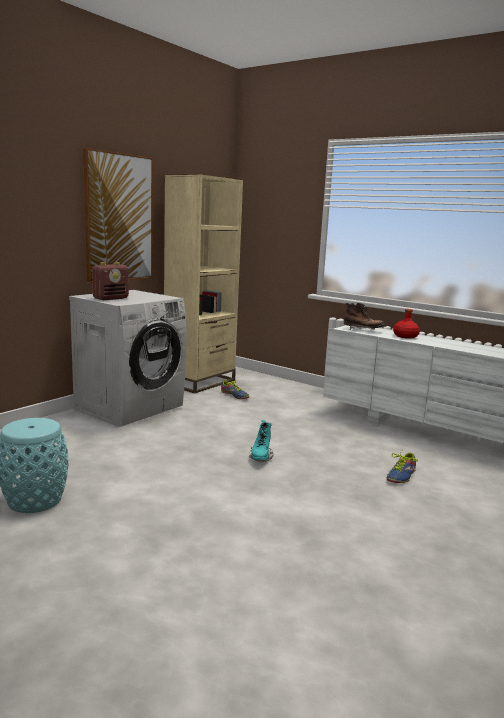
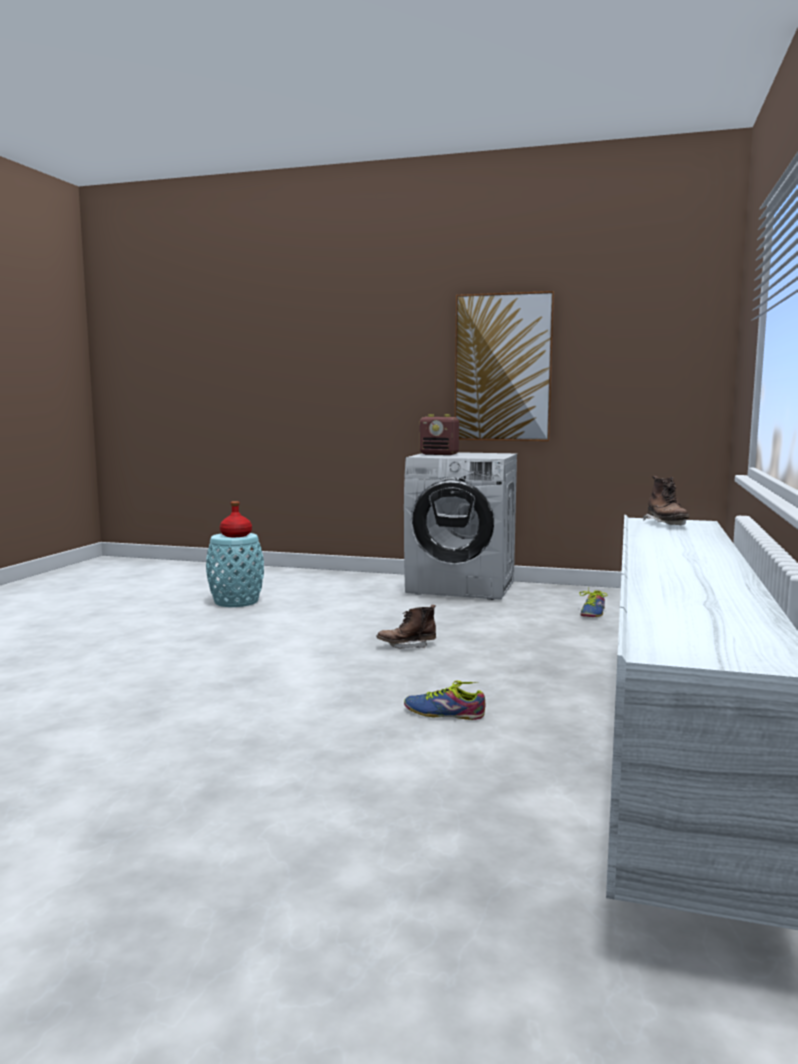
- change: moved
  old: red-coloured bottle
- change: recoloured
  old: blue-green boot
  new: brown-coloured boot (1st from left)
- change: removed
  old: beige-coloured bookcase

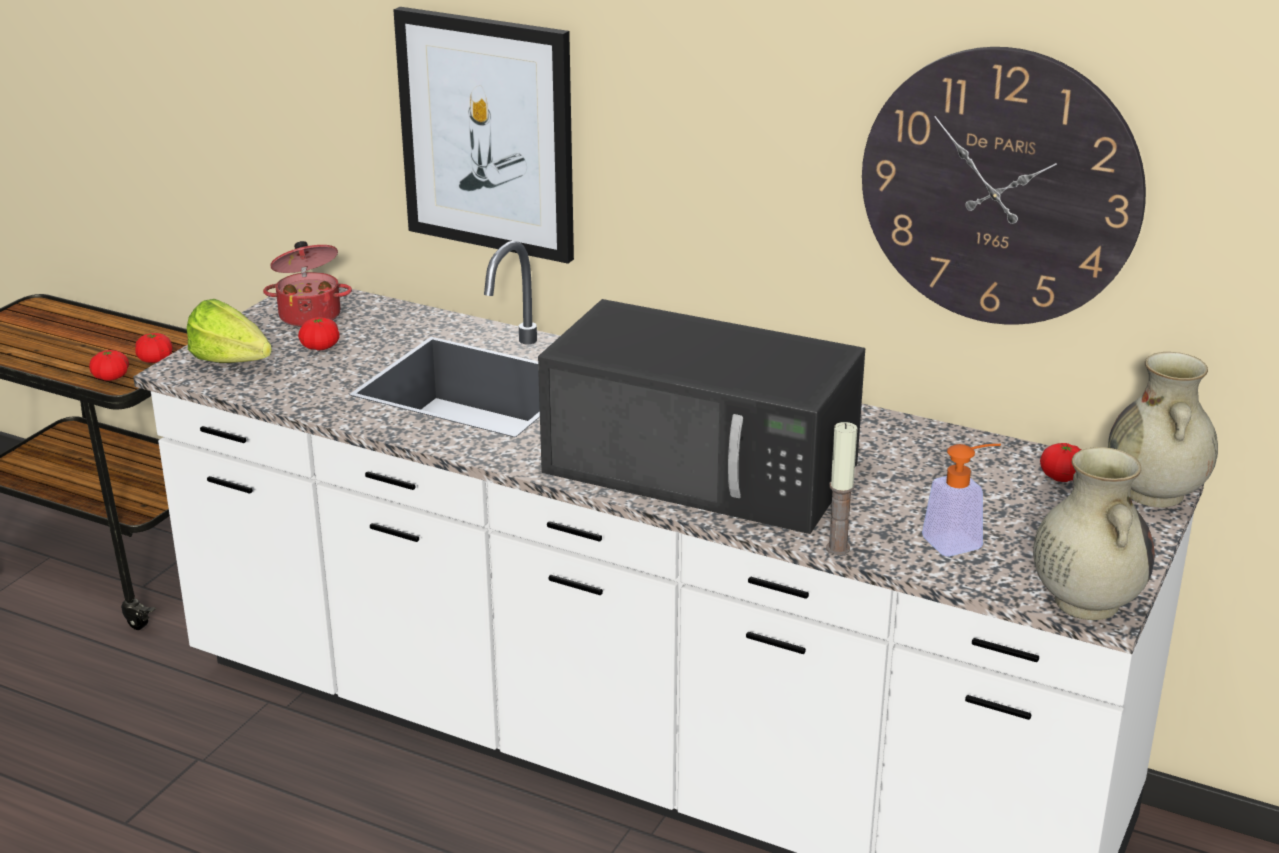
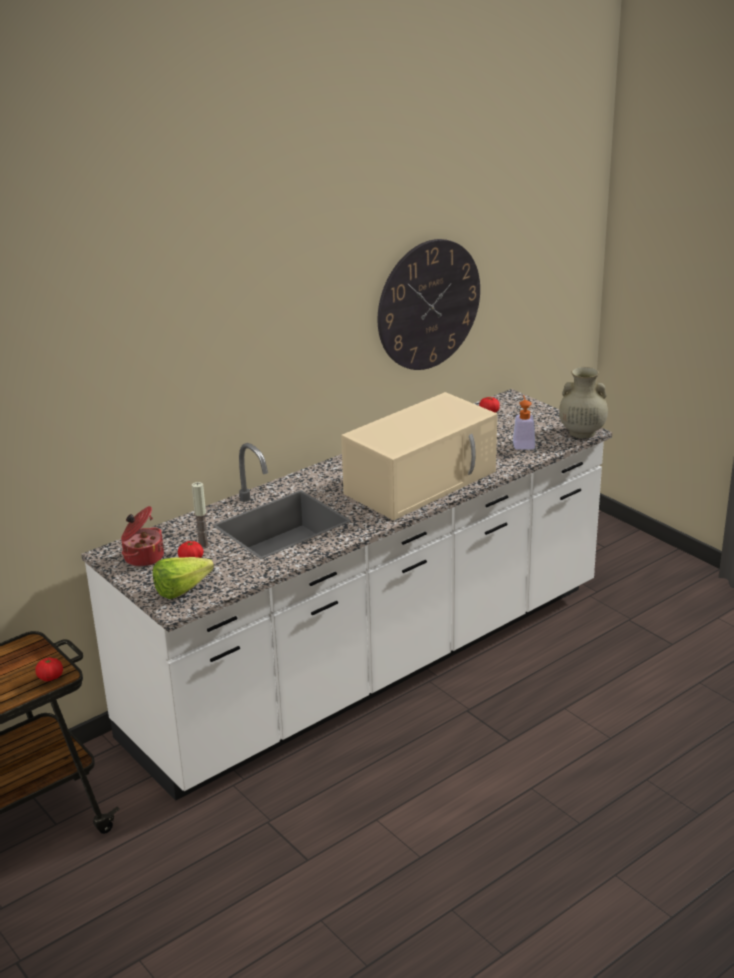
- change: moved
  old: wax light
- change: recoloured
  old: black-coloured microwave oven
  new: beige-coloured microwave oven
- change: removed
  old: fresh tomato (2nd from left)
- change: removed
  old: wall art
- change: removed
  old: beige-coloured decorative vase (2nd from left)

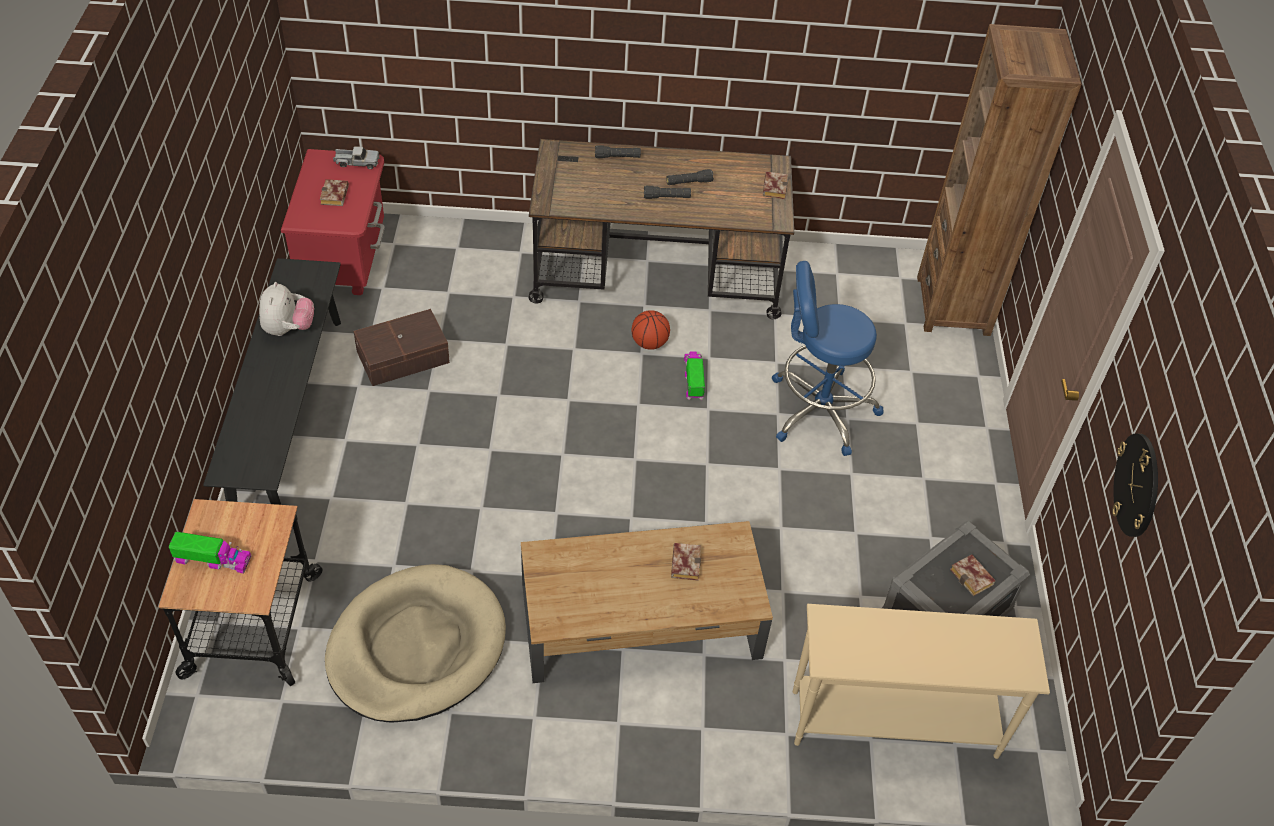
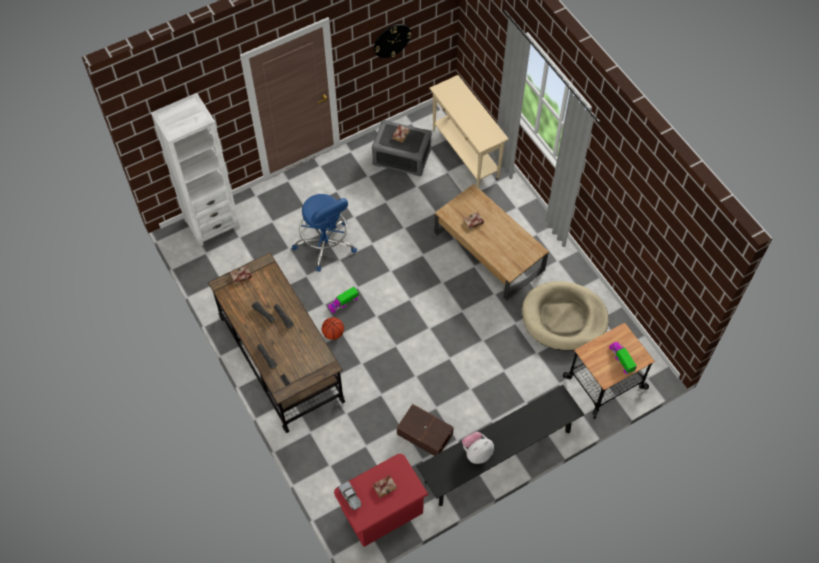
- change: recoloured
  old: brown-coloured bookcase
  new: white bookcase

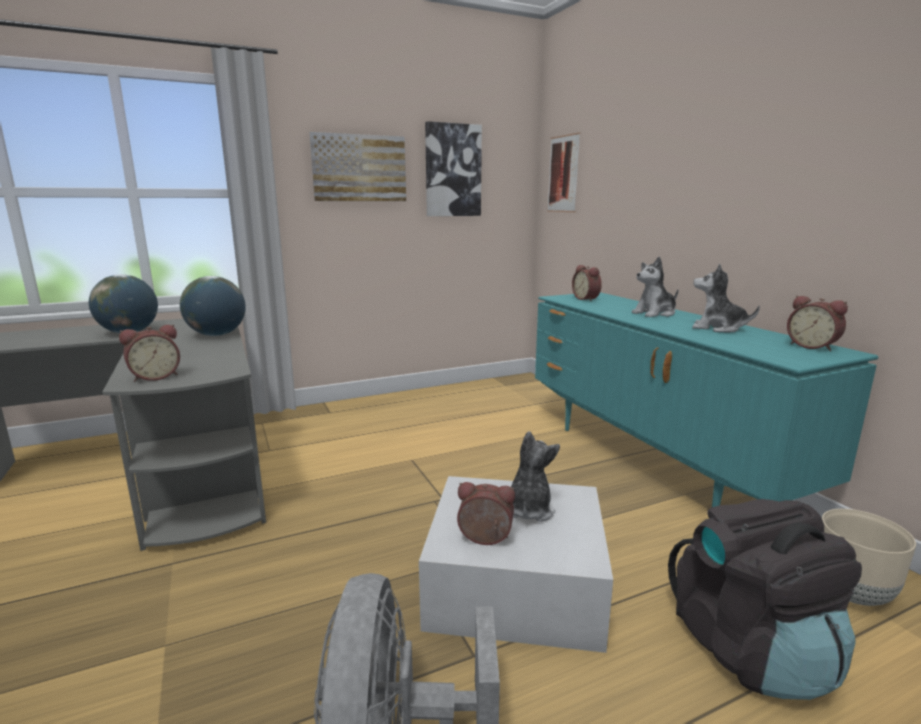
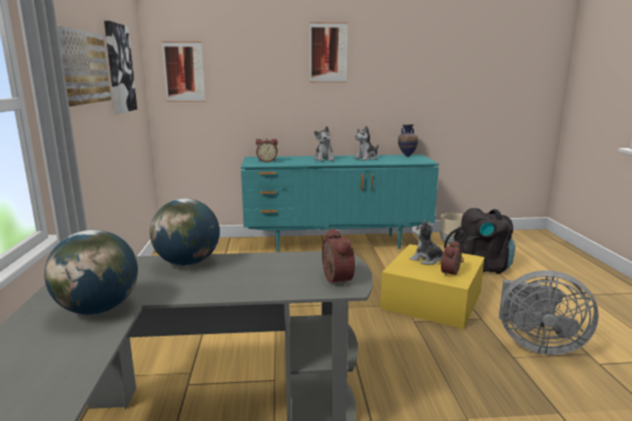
- change: added
  new: wall art (4th from left)
- change: recoloured
  old: white storage box
  new: yellowish storage box
- change: replaced
  old: alarm clock (4th from left)
  new: decorative vase

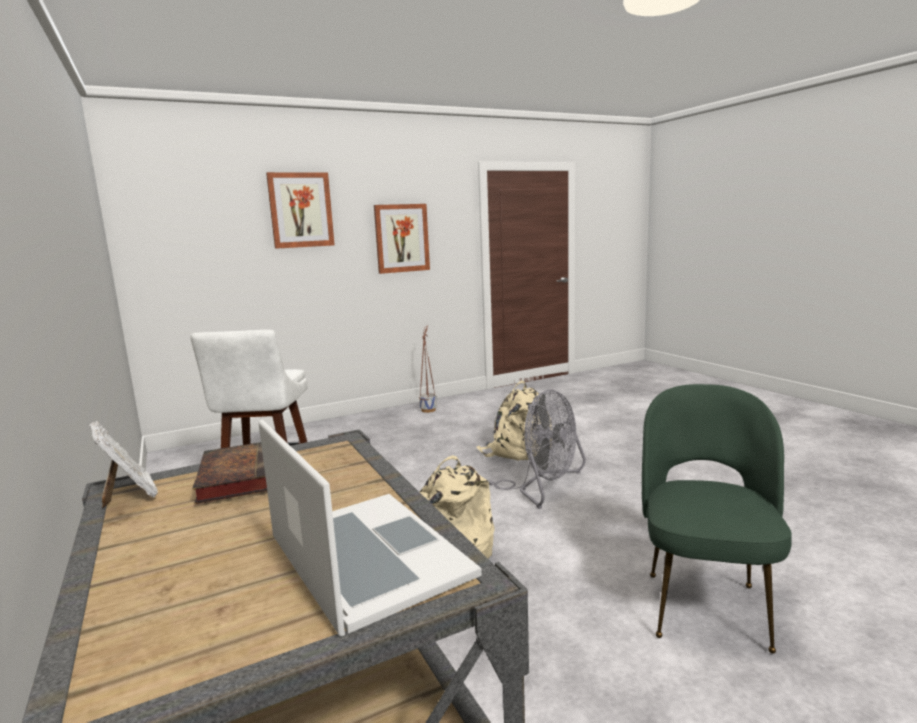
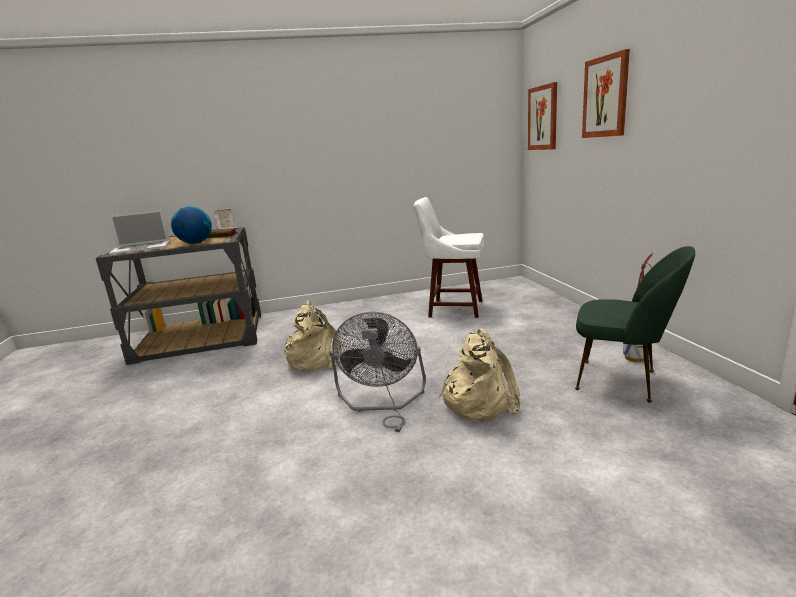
- change: added
  new: desk globe
- change: turned
  old: gray cooling fan
  degrees: 135
- change: moved
  old: wall art (2nd from left in the first image)
  new: wall art (1st from left)
- change: moved
  old: green plain chair

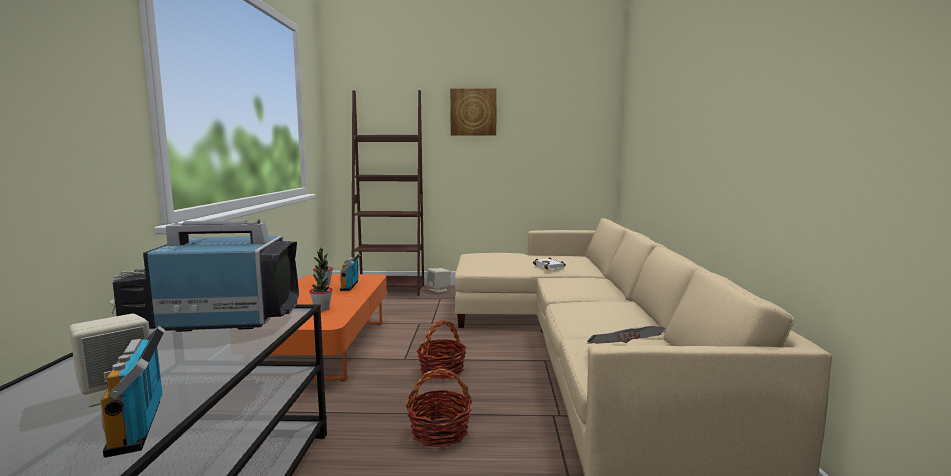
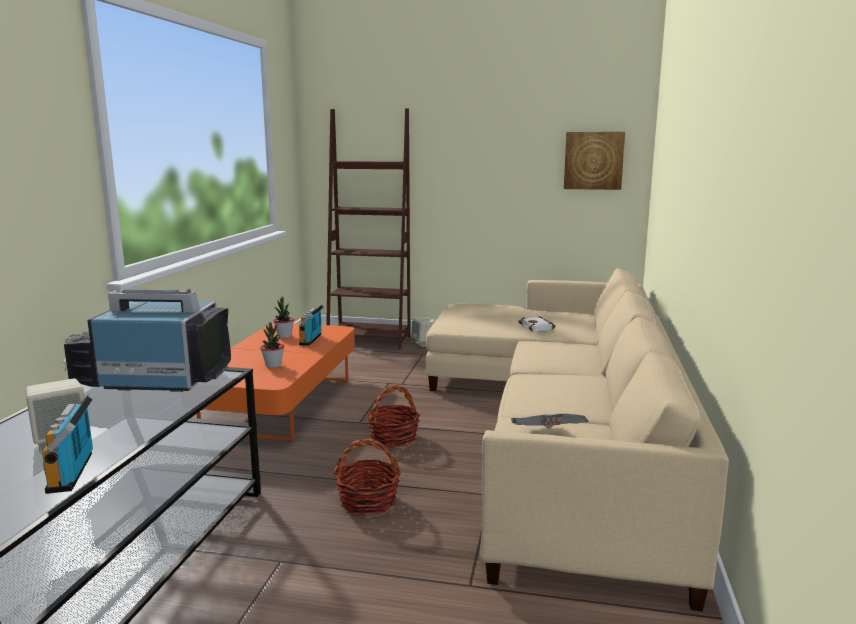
- change: moved
  old: wall art

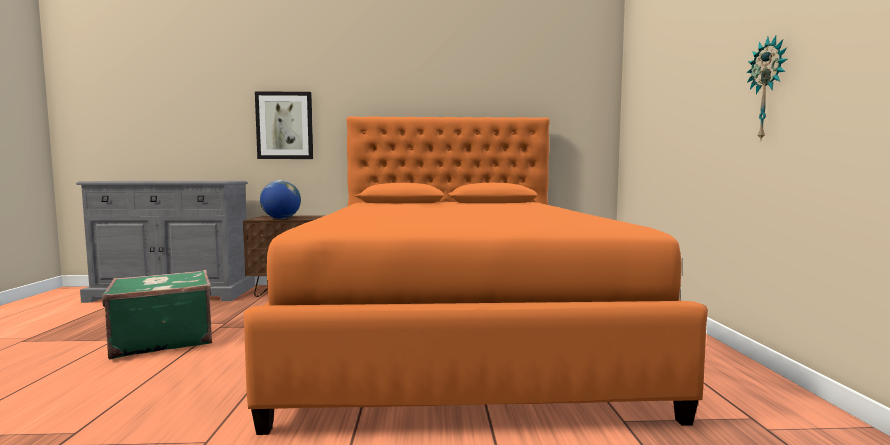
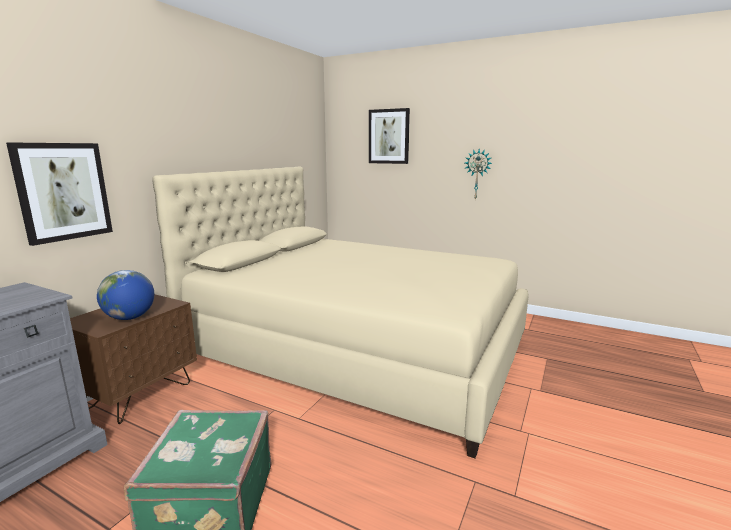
- change: recoloured
  old: orange-coloured sleeping bed
  new: beige-coloured sleeping bed
- change: added
  new: wall art (2nd from left)

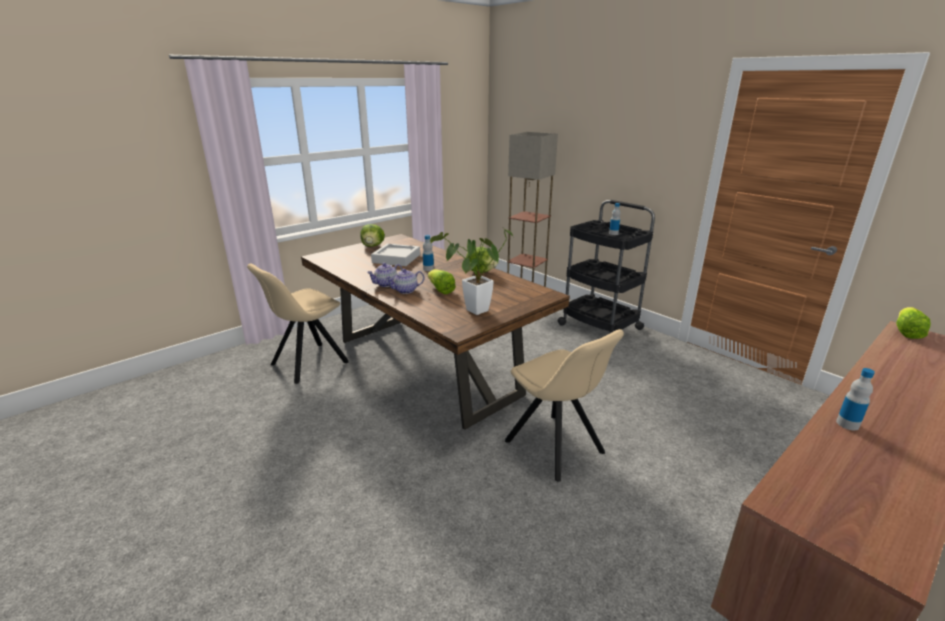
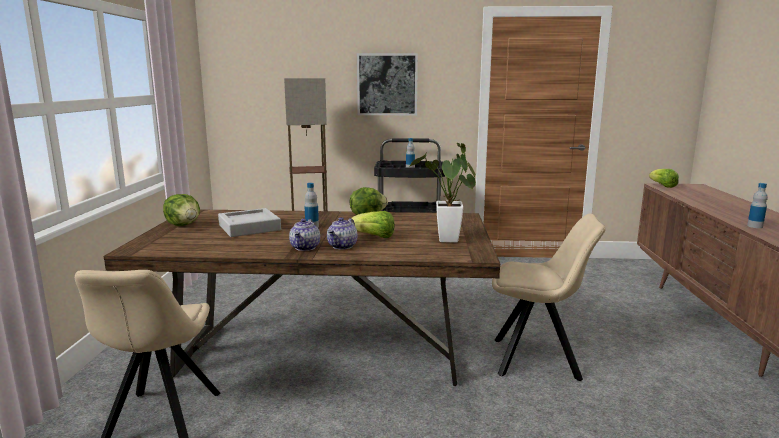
- change: added
  new: wall art

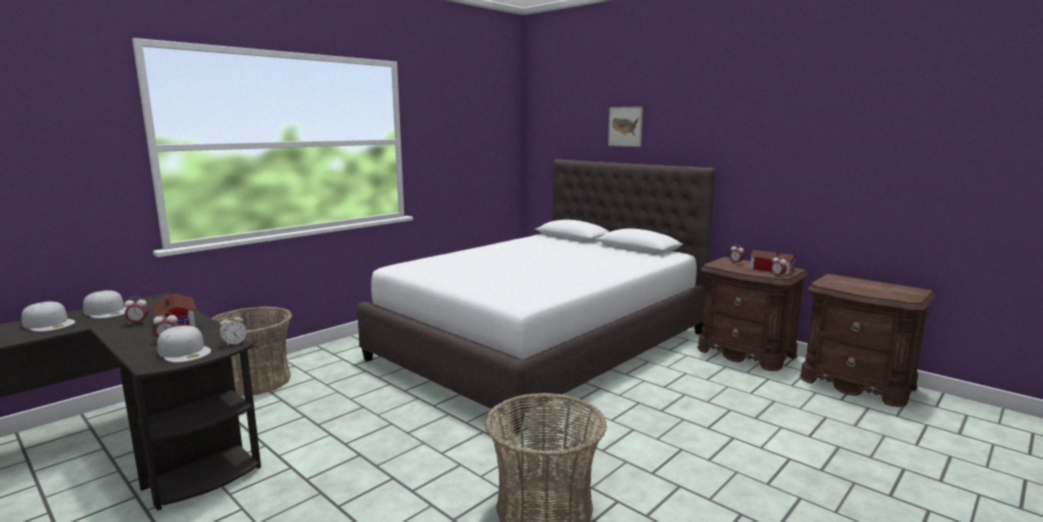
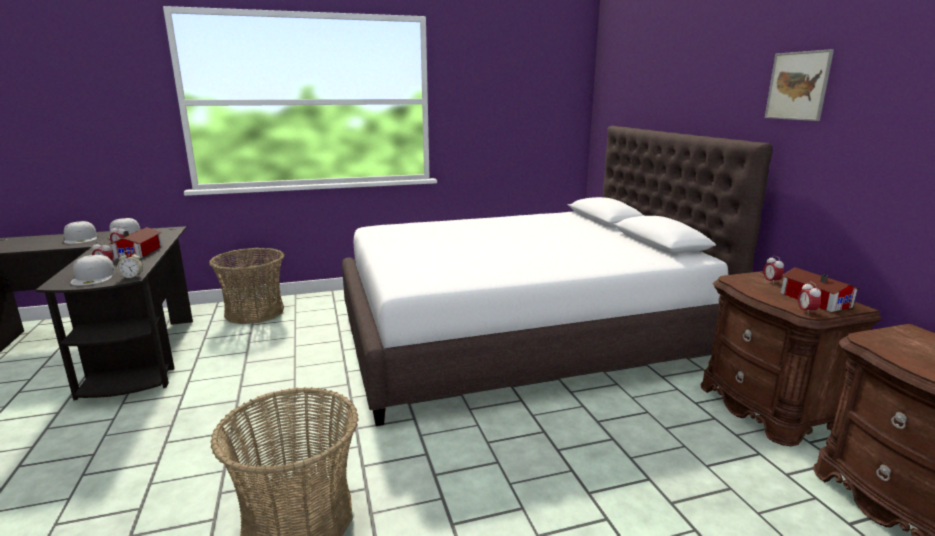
- change: moved
  old: wall art

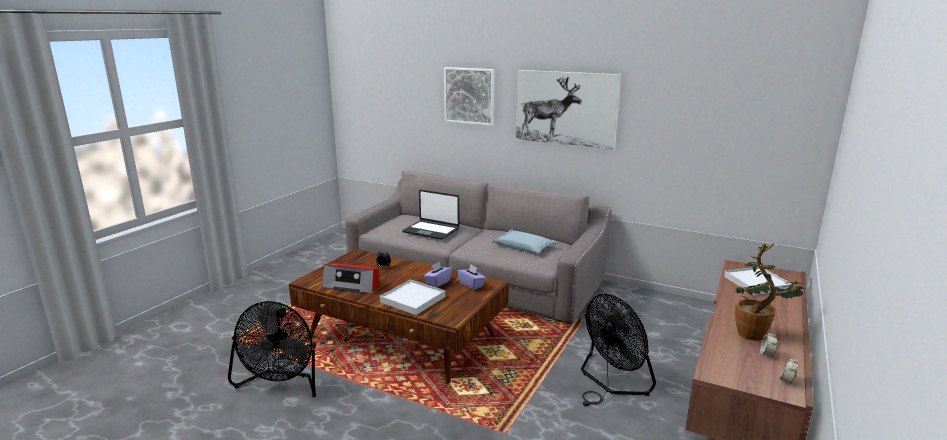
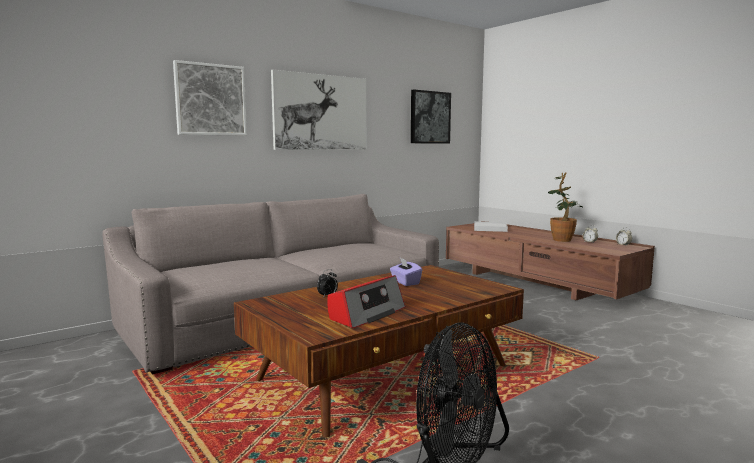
- change: added
  new: wall art (3rd from left)
- change: removed
  old: white carrying tray (1st from left)
- change: removed
  old: laptop
- change: removed
  old: purple box of tissues (2nd from left)
- change: removed
  old: blue cushion
- change: removed
  old: black-coloured cooling fan (2nd from left)

